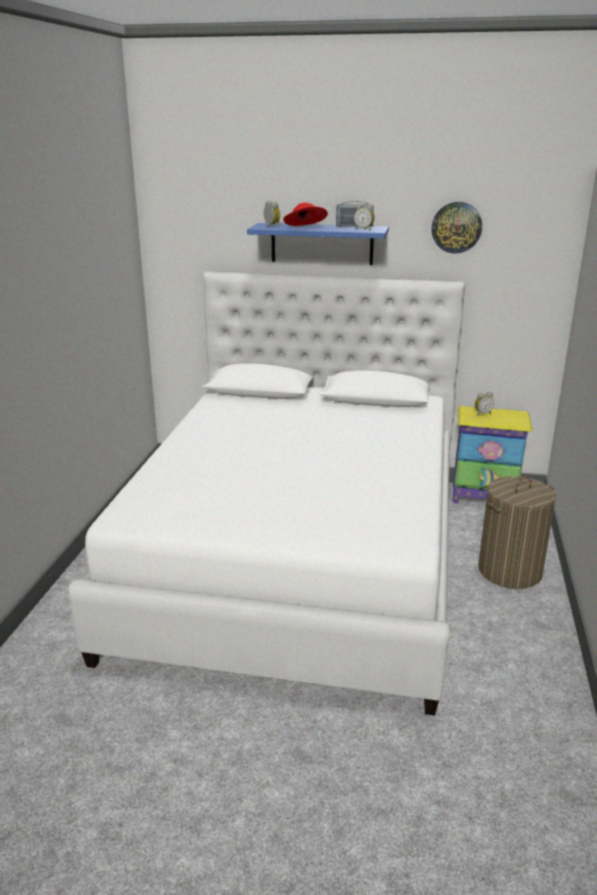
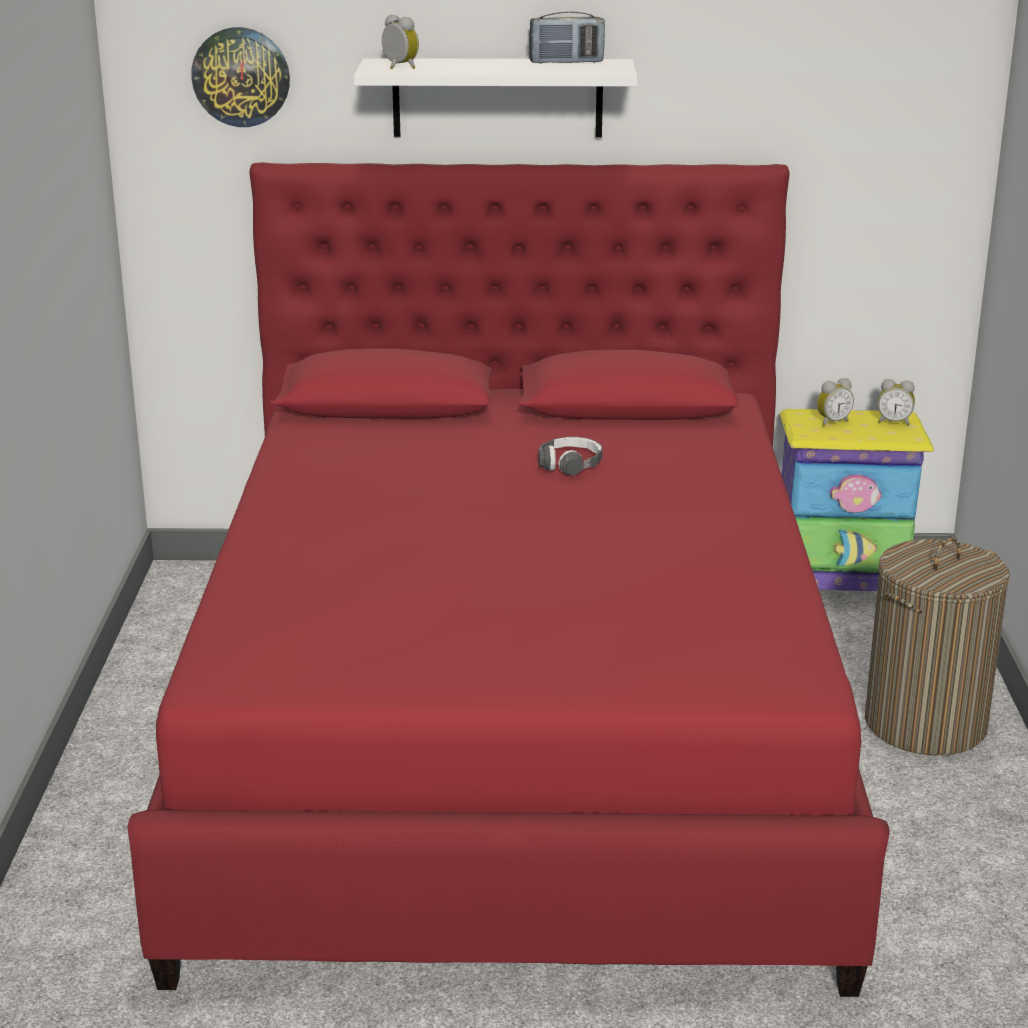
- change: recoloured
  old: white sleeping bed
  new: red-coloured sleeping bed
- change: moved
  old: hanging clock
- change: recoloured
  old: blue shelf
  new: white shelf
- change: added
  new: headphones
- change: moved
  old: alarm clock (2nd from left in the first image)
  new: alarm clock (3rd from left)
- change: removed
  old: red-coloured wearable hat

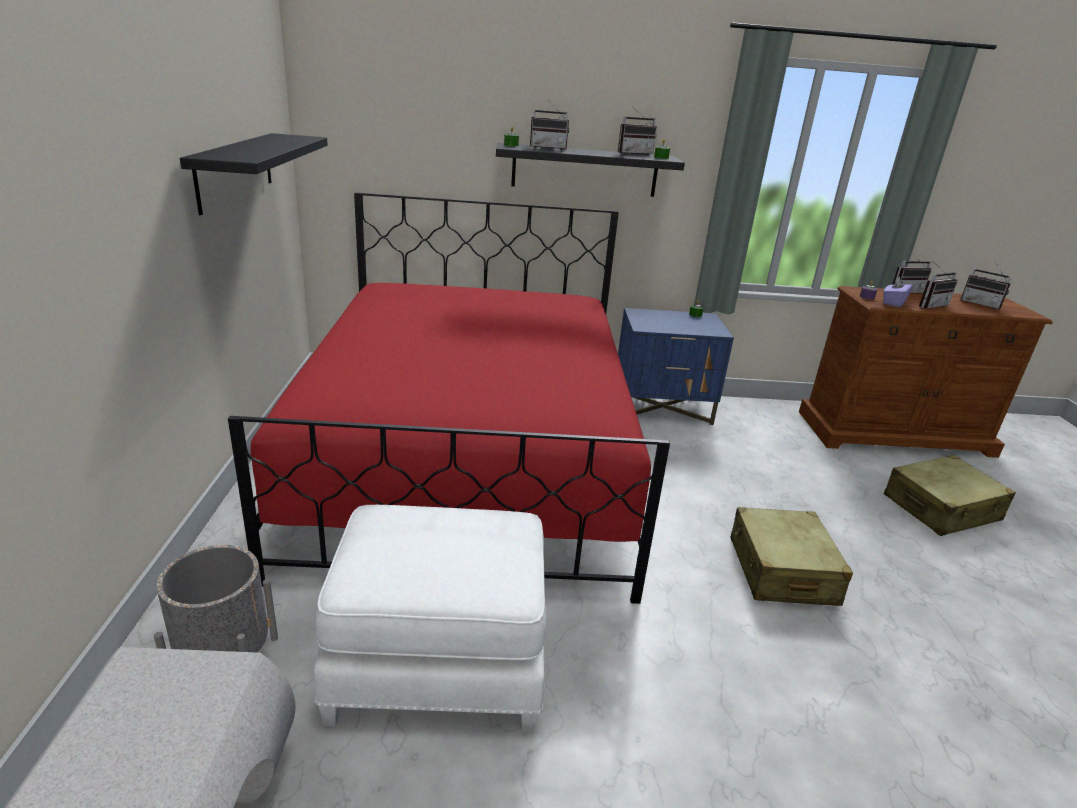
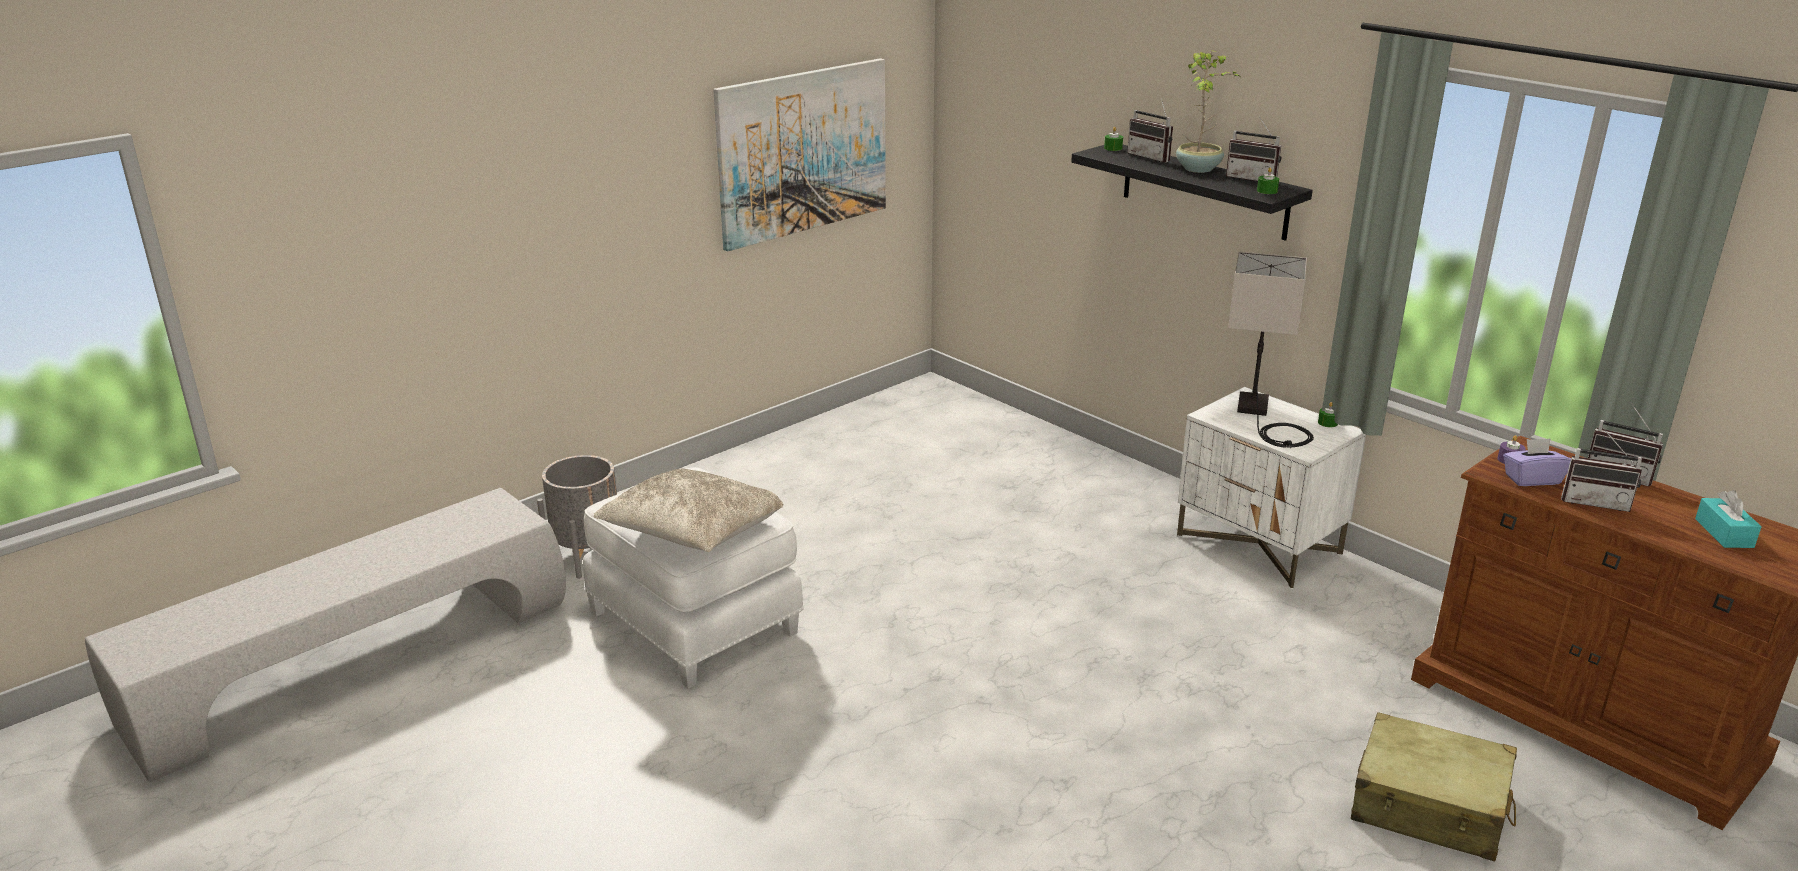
- change: added
  new: beige-coloured cushion
- change: replaced
  old: black-coloured shelf (1st from left)
  new: wall art
- change: added
  new: plant in a pot
- change: recoloured
  old: blue bedside table
  new: white bedside table
- change: added
  new: tabletop lamp
- change: replaced
  old: radio (5th from left)
  new: blue-green box of tissues
- change: removed
  old: red-coloured sleeping bed
- change: removed
  old: beige-coloured piece of luggage (1st from left)

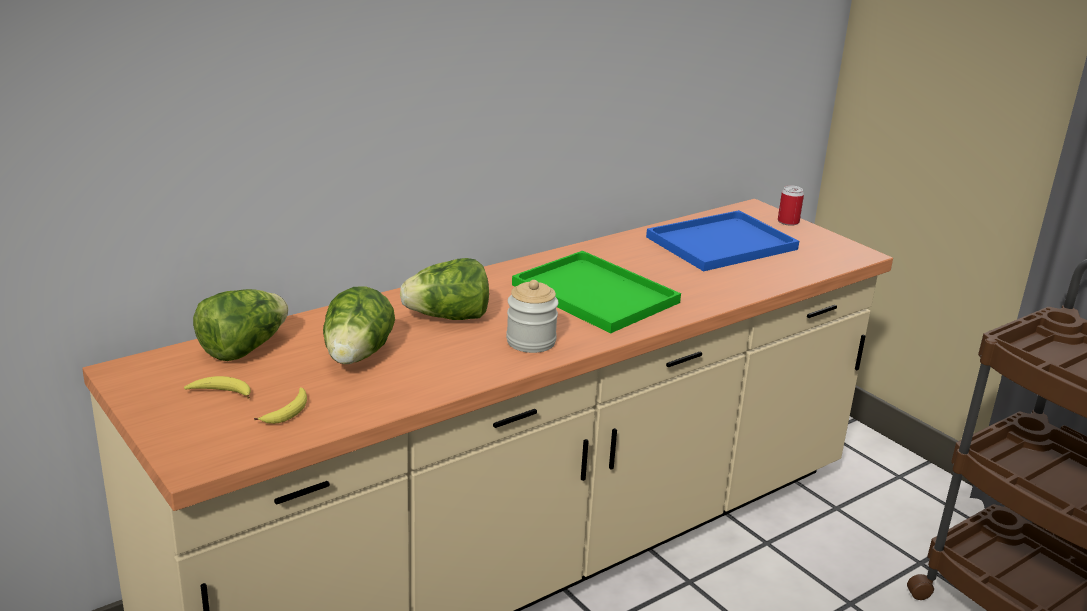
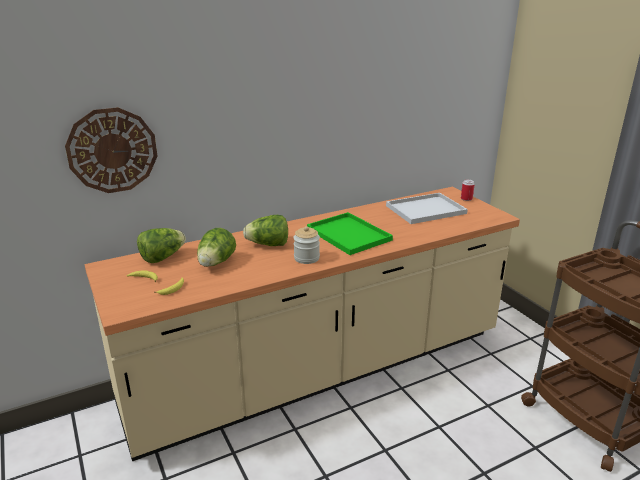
- change: added
  new: hanging clock
- change: recoloured
  old: blue carrying tray
  new: white carrying tray

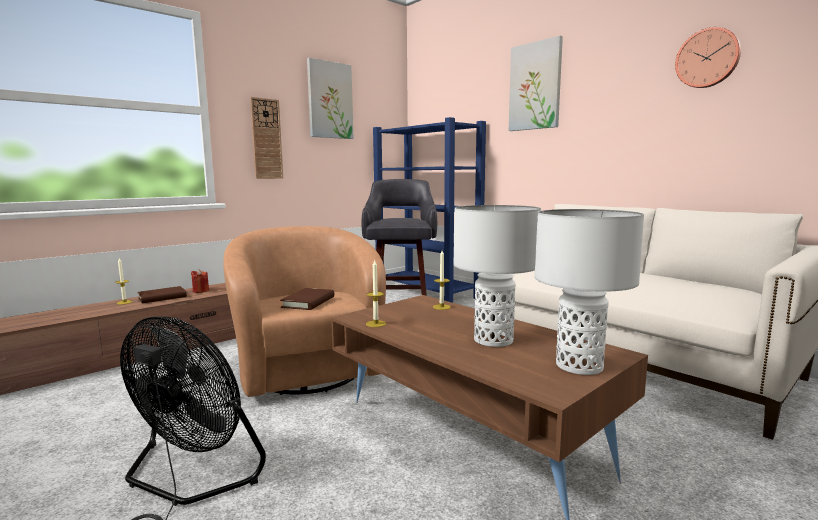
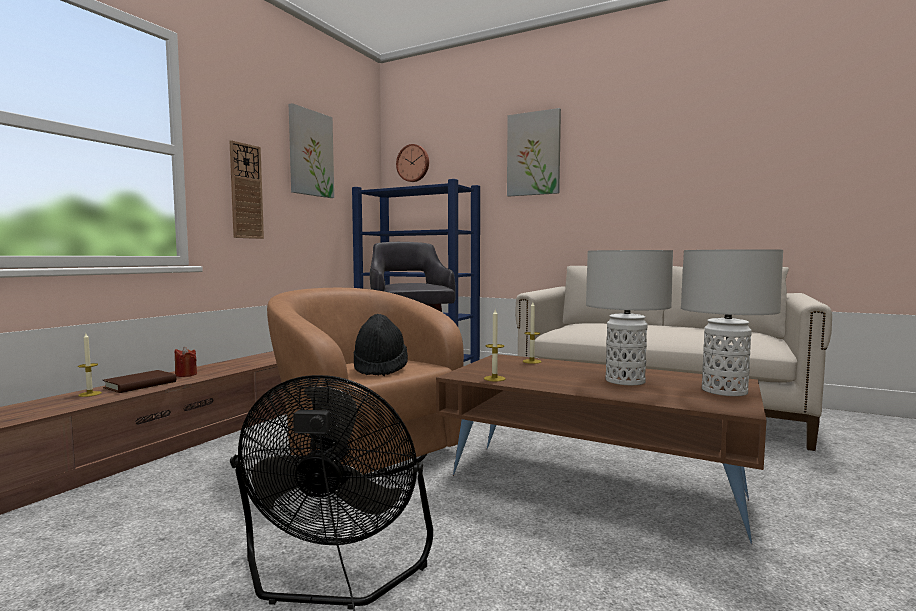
- change: replaced
  old: brown-coloured volume (2nd from left)
  new: black-coloured wearable hat
- change: moved
  old: hanging clock (2nd from left)

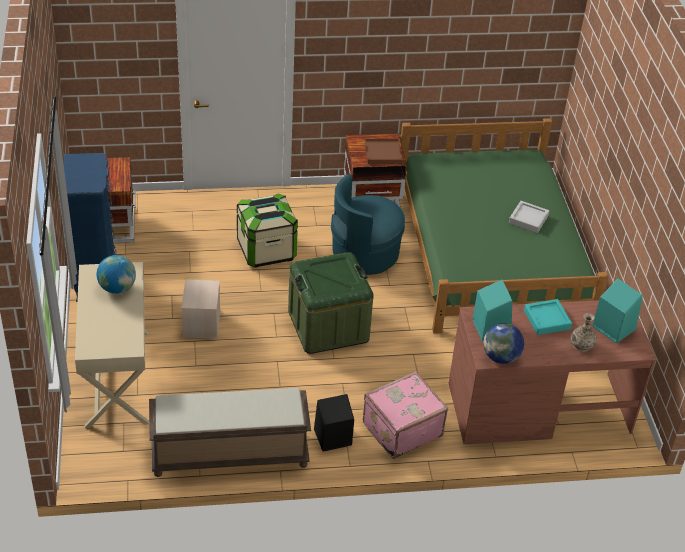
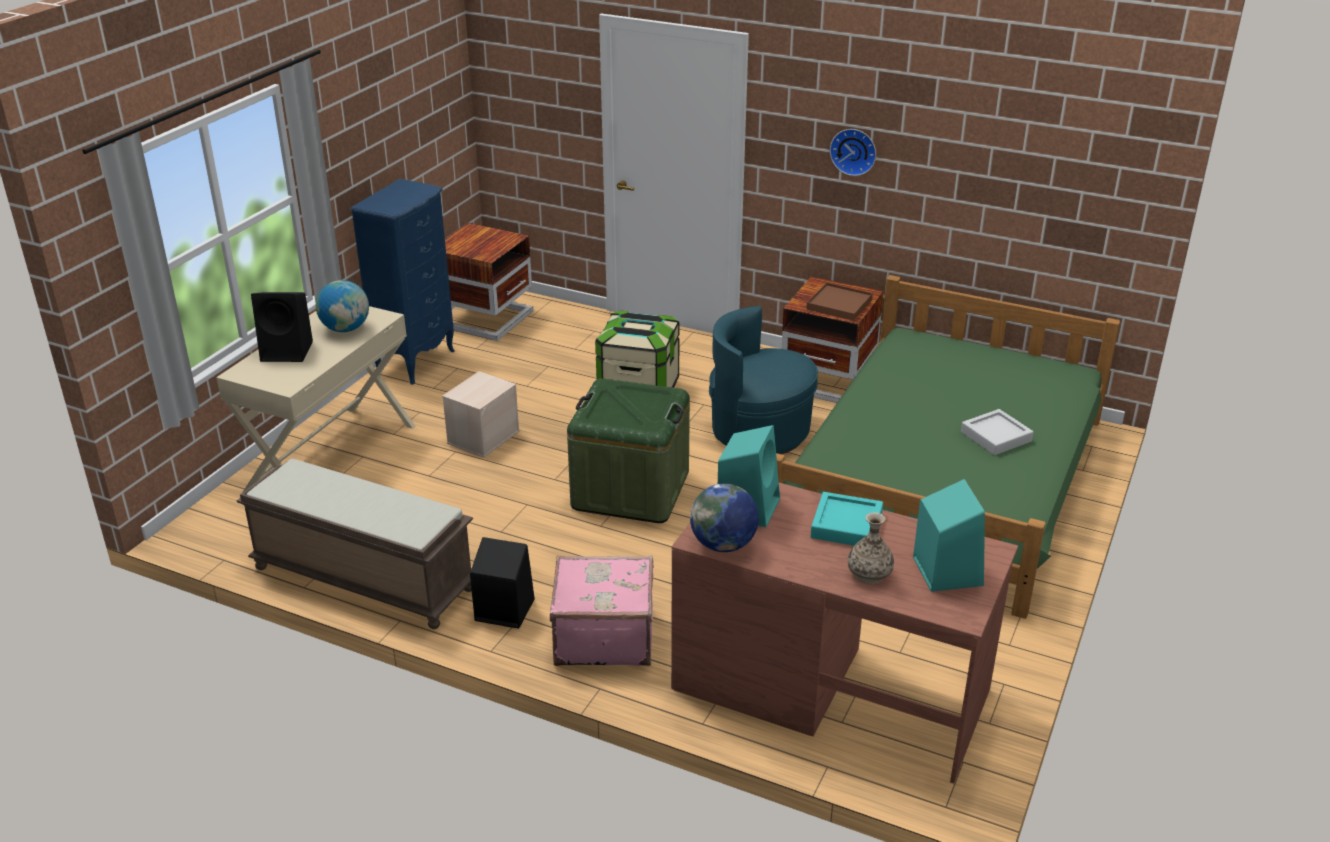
- change: added
  new: black-coloured speaker (1st from left)
- change: added
  new: hanging clock

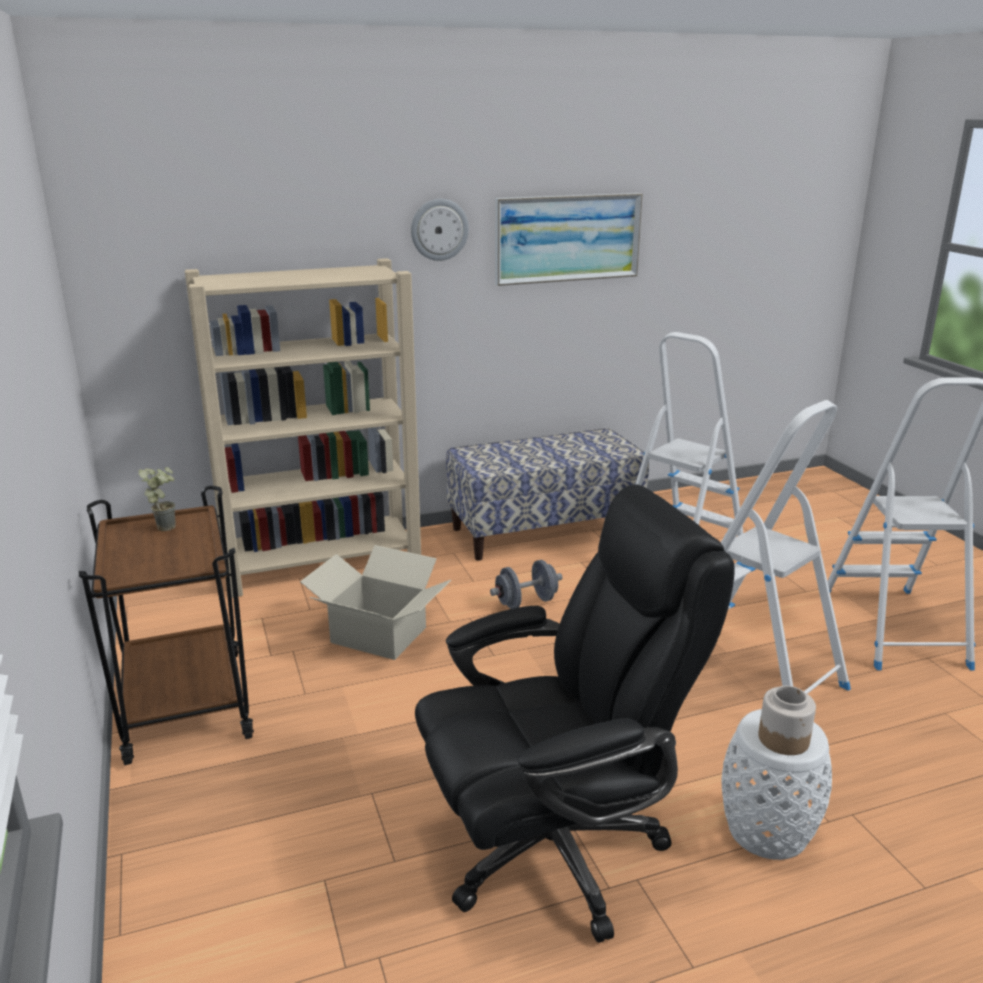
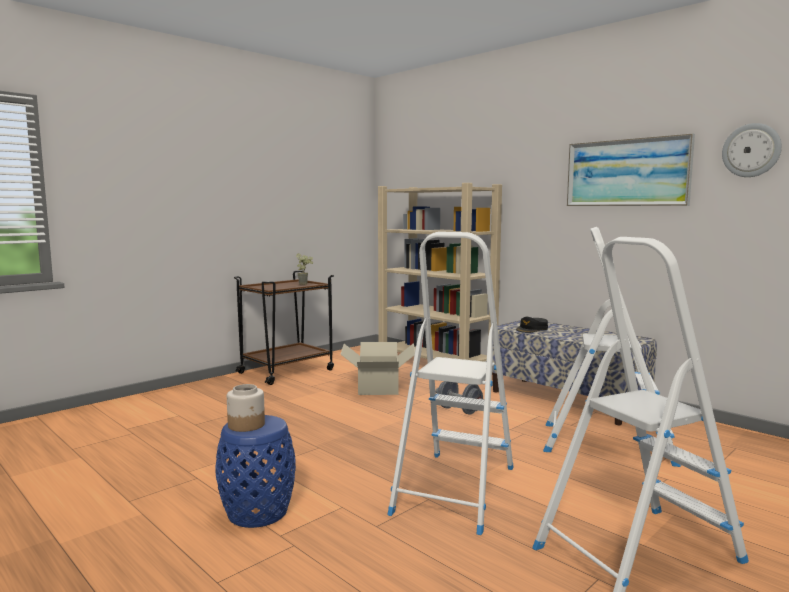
- change: recoloured
  old: white stool
  new: blue stool
- change: added
  new: black-coloured peaked cap
- change: moved
  old: hanging clock
- change: removed
  old: black-coloured computer chair

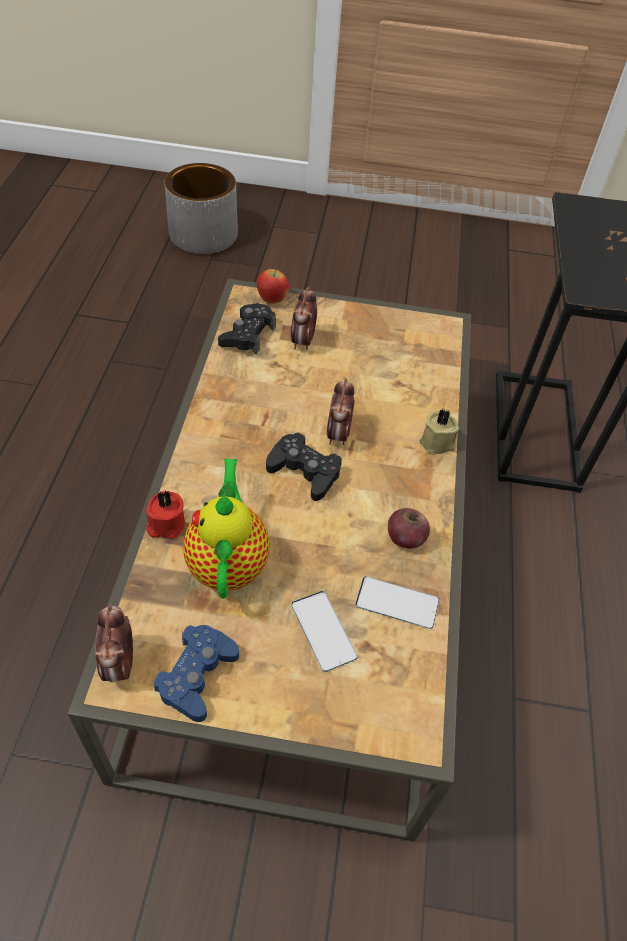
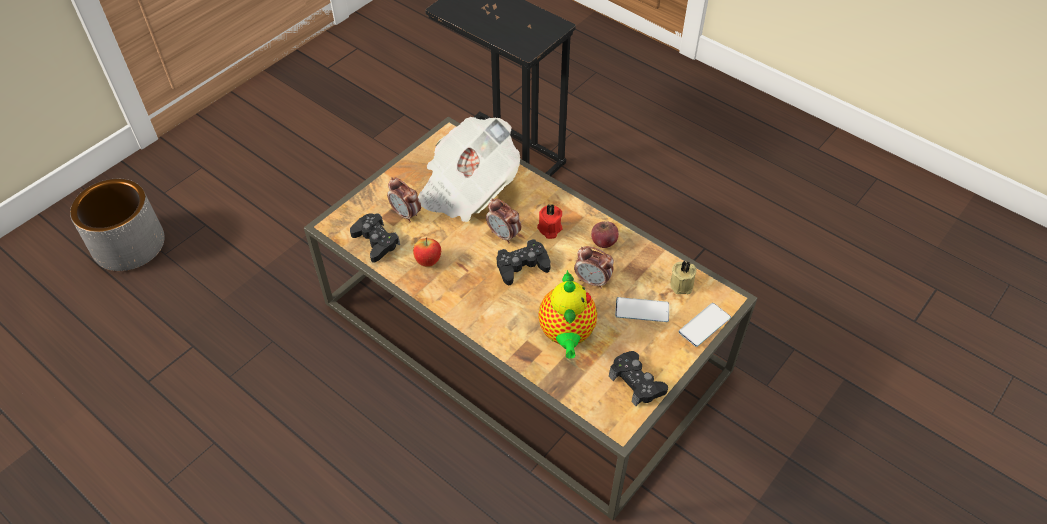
- change: moved
  old: apple fruit (1st from left)
- change: added
  new: newspaper
- change: moved
  old: red-coloured wax light
- change: turned
  old: tea pot
  degrees: -120
- change: moved
  old: alarm clock (1st from left in the first image)
  new: alarm clock (3rd from left)
- change: recoloured
  old: blue joypad
  new: black-coloured joypad (3rd from left)
- change: moved
  old: beige-coloured wax light
- change: moved
  old: telephone (2nd from left)

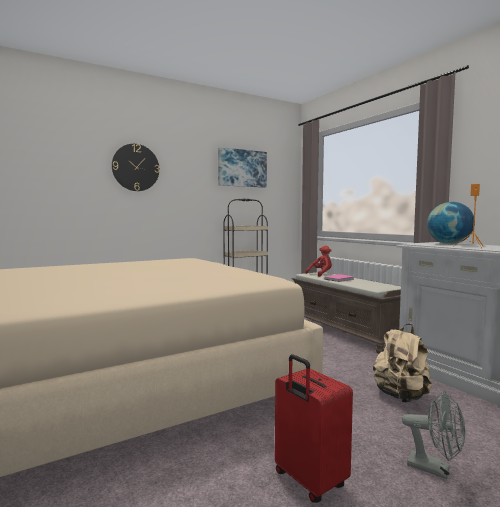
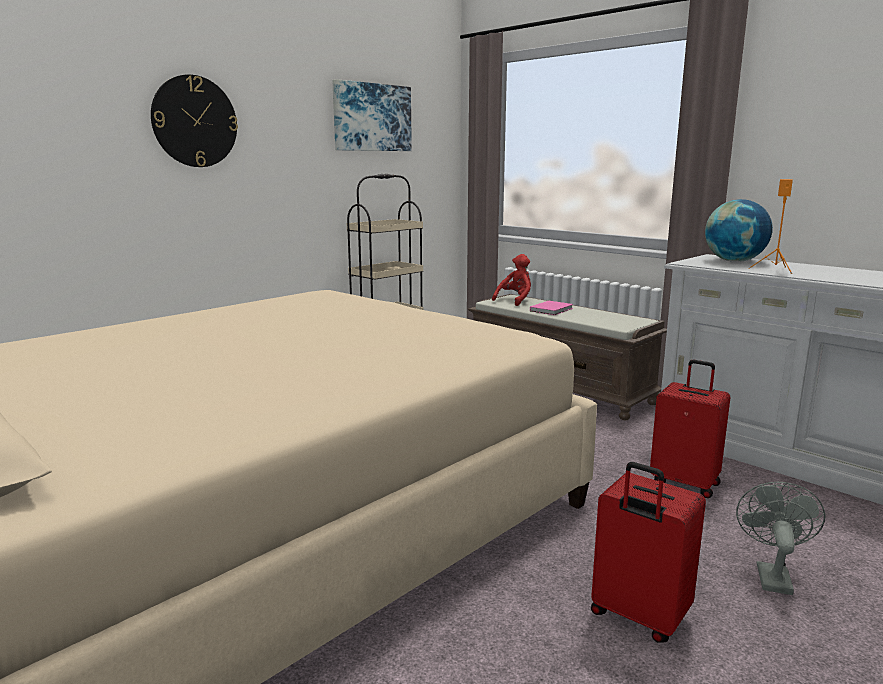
- change: replaced
  old: beige-coloured rucksack
  new: red-coloured piece of luggage (2nd from left)
- change: turned
  old: gray cooling fan
  degrees: -90

